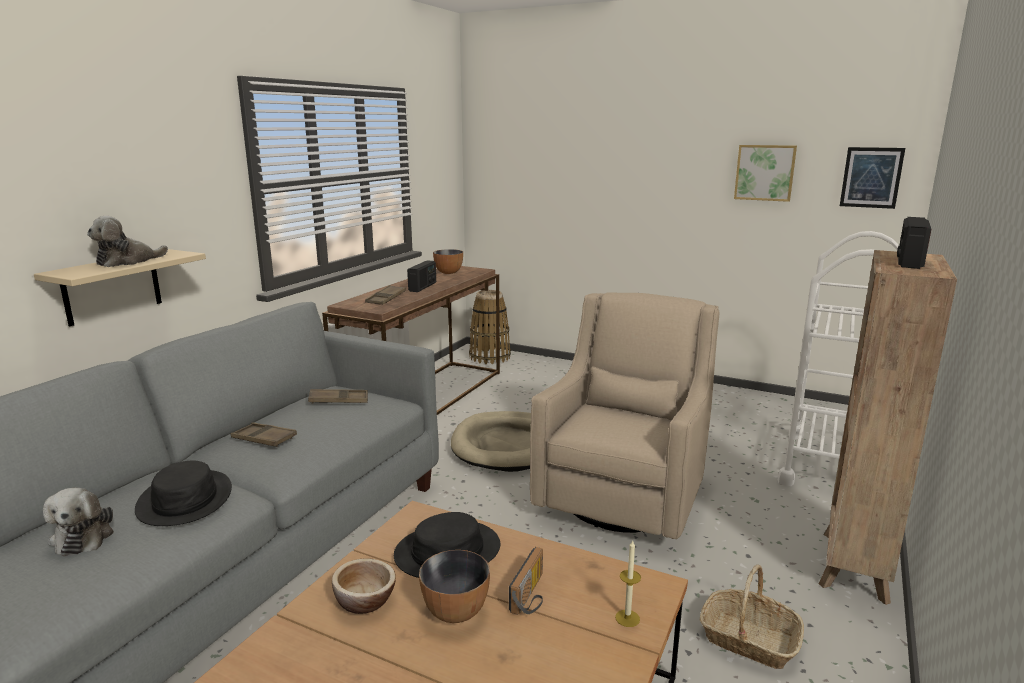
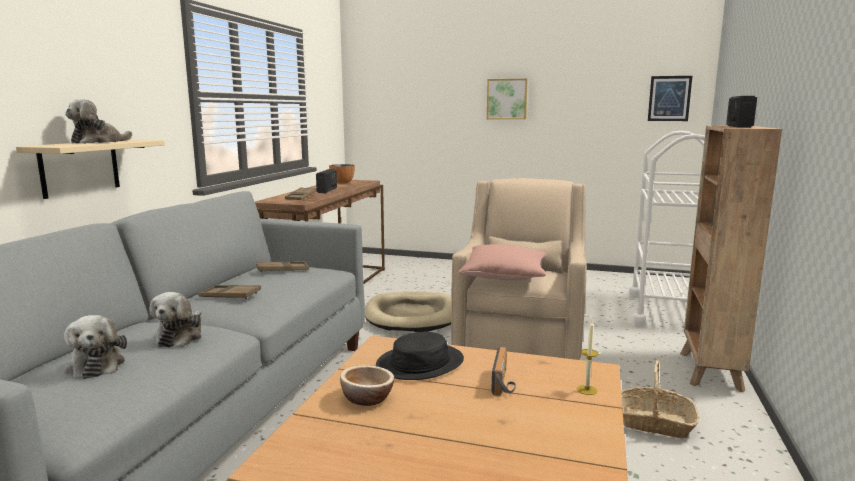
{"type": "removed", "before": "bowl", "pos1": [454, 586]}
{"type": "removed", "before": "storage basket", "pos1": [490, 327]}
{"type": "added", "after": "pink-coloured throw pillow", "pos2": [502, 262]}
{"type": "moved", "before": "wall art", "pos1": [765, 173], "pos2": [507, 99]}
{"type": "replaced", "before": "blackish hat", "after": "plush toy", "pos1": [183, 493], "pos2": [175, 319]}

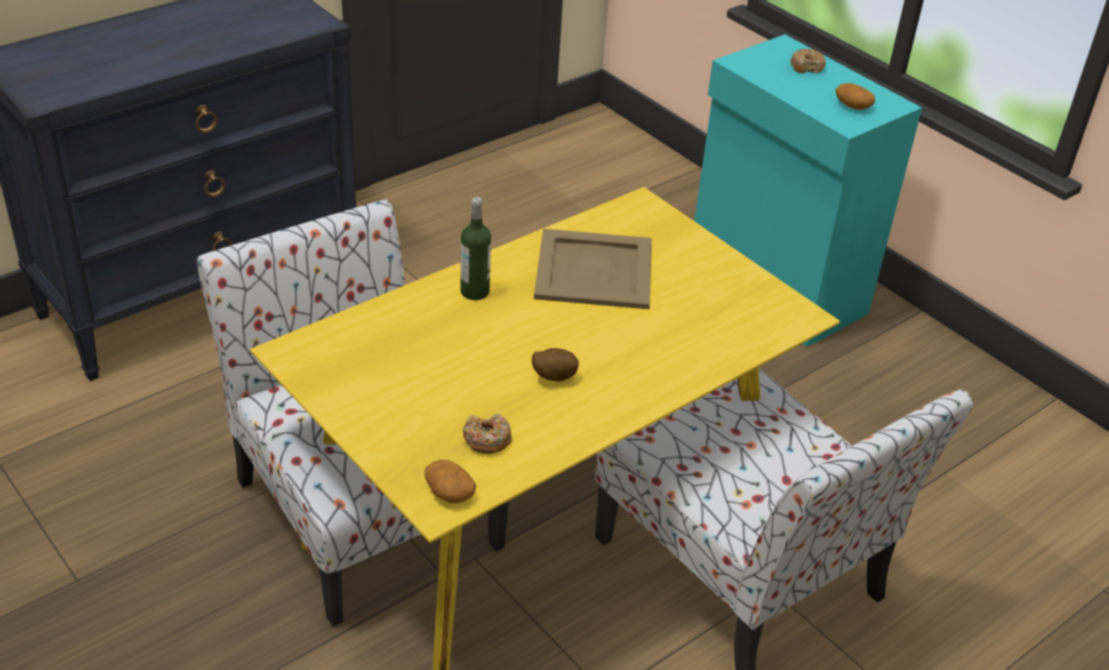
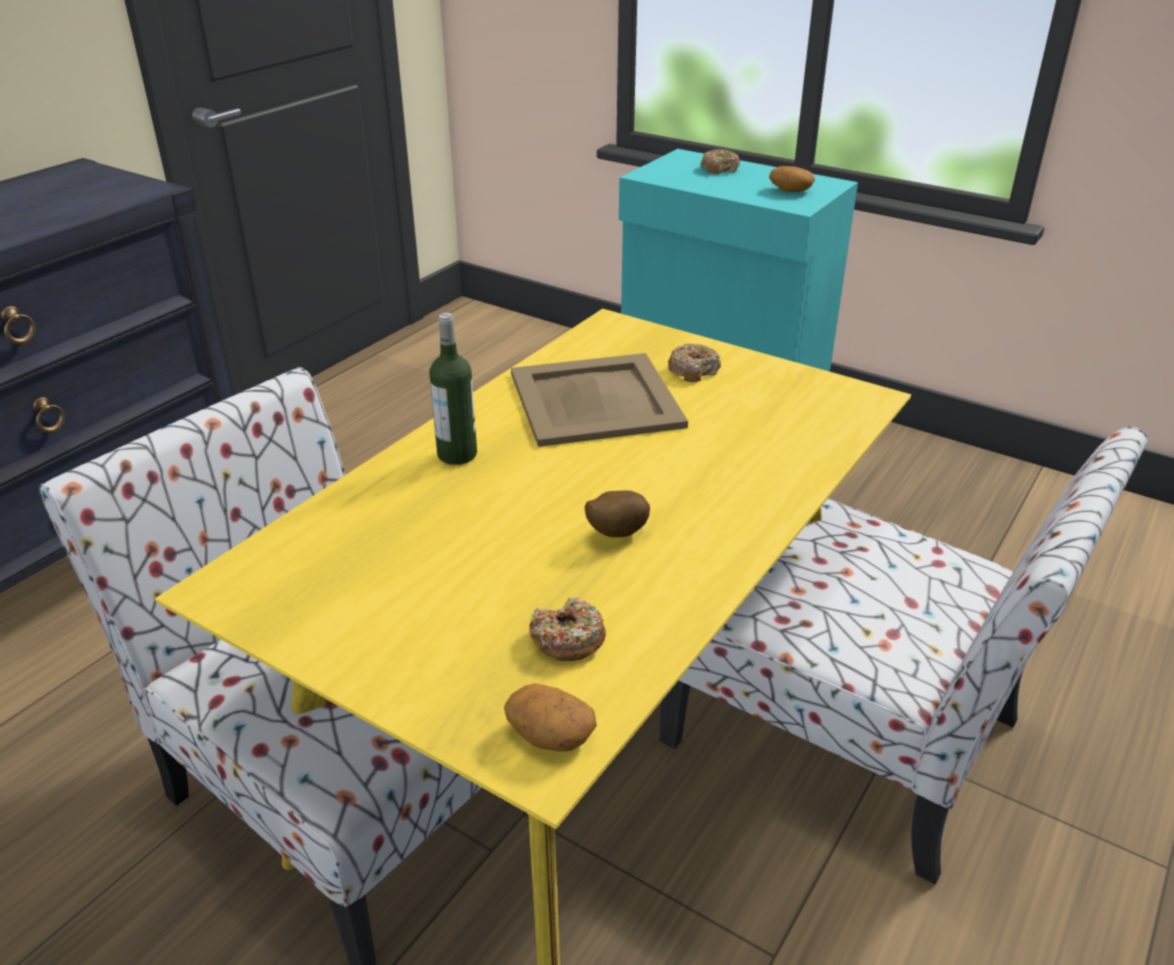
{"type": "added", "after": "doughnut", "pos2": [694, 362]}

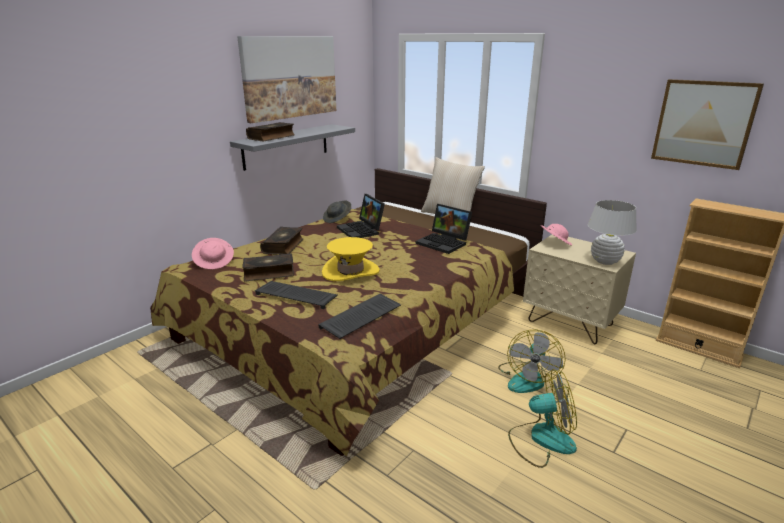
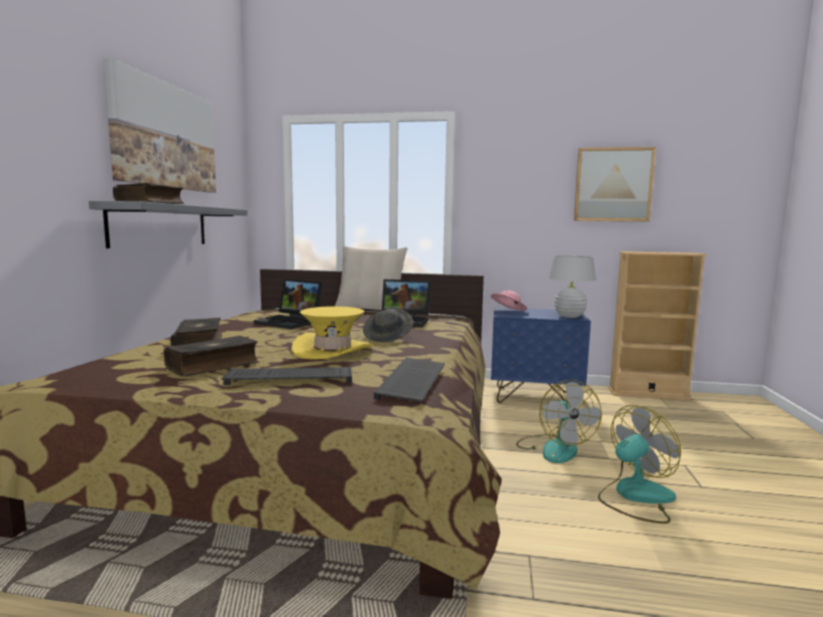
{"type": "removed", "before": "pink-coloured hat", "pos1": [213, 253]}
{"type": "moved", "before": "greyish hat", "pos1": [337, 211], "pos2": [388, 325]}
{"type": "recoloured", "before": "beige-coloured night table", "after": "bluish night table", "pos1": [579, 289], "pos2": [541, 355]}

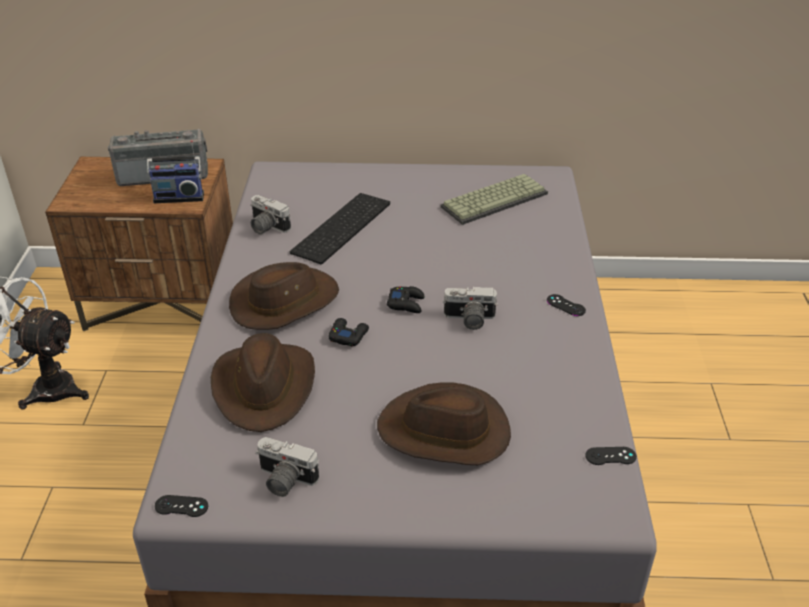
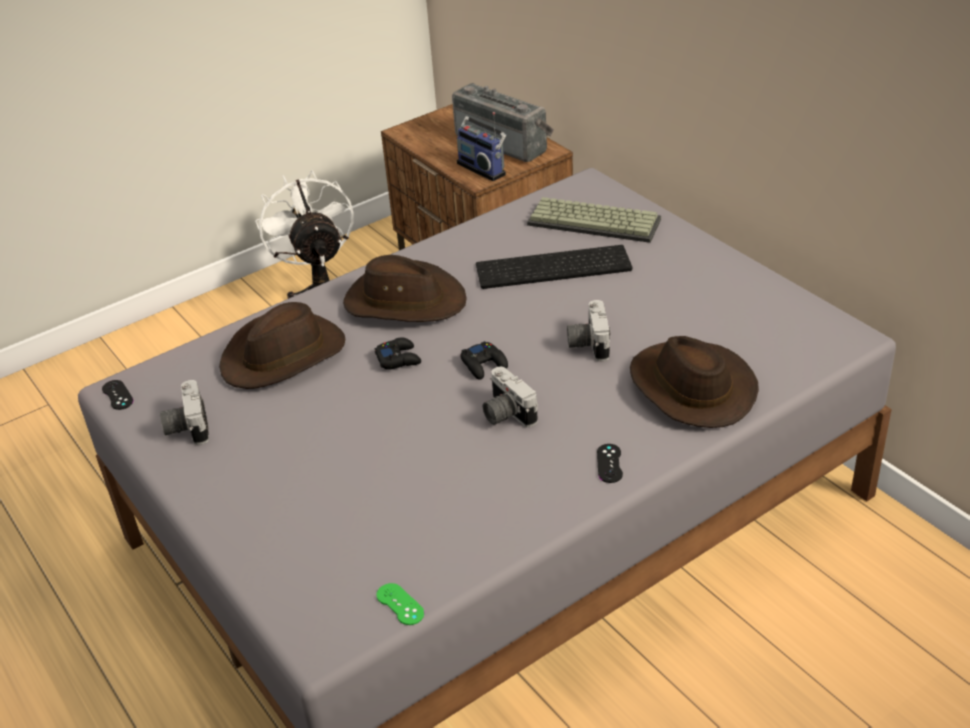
{"type": "moved", "before": "photo camera", "pos1": [270, 214], "pos2": [588, 330]}
{"type": "moved", "before": "brownish hat", "pos1": [444, 423], "pos2": [694, 382]}
{"type": "moved", "before": "PC keyboard", "pos1": [494, 199], "pos2": [594, 220]}
{"type": "recoloured", "before": "blackish game controller", "after": "green game controller", "pos1": [611, 456], "pos2": [400, 604]}

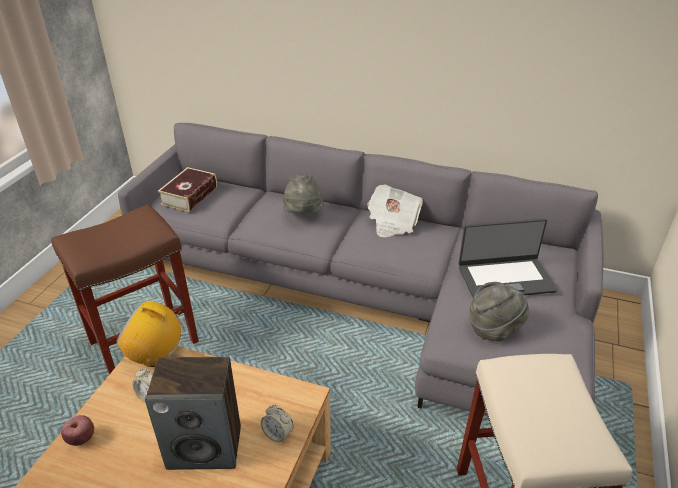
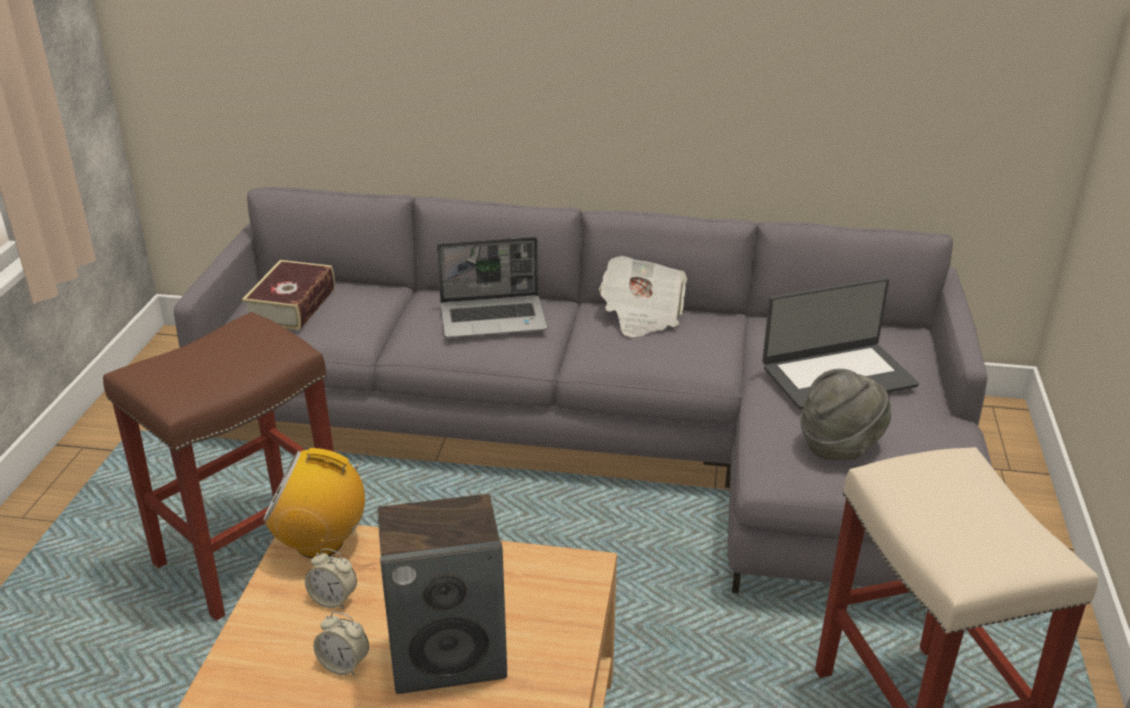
{"type": "removed", "before": "whole apple", "pos1": [77, 430]}
{"type": "moved", "before": "table clock", "pos1": [277, 424], "pos2": [341, 644]}
{"type": "replaced", "before": "greyish hat", "after": "laptop", "pos1": [303, 194], "pos2": [492, 287]}

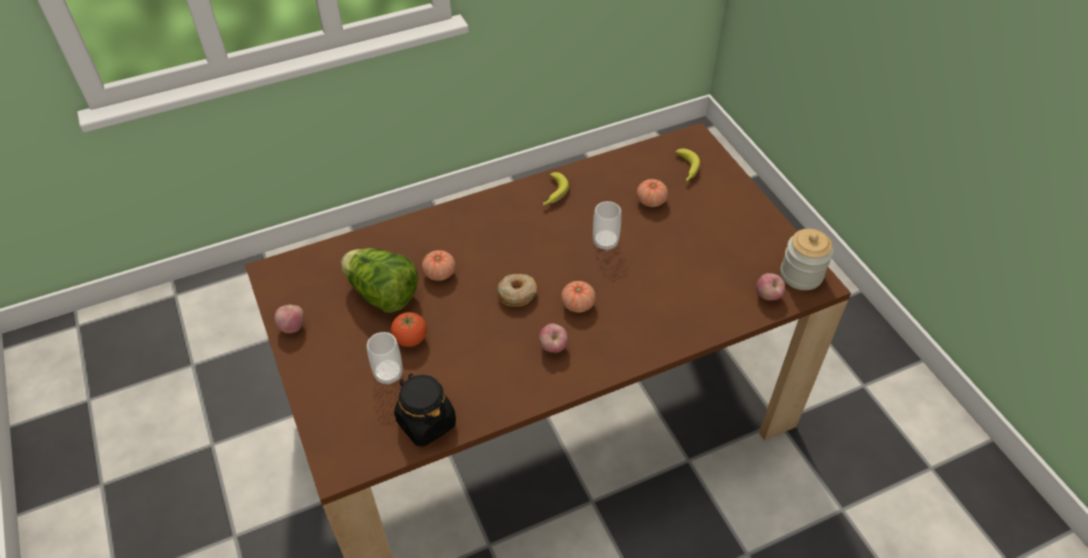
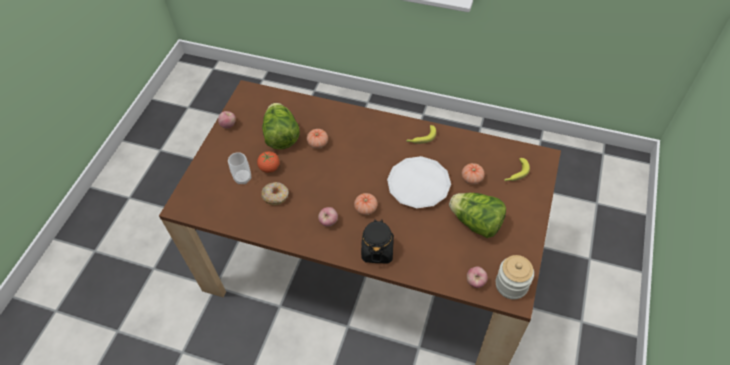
{"type": "added", "after": "lettuce head", "pos2": [477, 215]}
{"type": "moved", "before": "blackish storage jar", "pos1": [425, 410], "pos2": [377, 241]}
{"type": "moved", "before": "doughnut", "pos1": [517, 290], "pos2": [275, 193]}
{"type": "replaced", "before": "drinking cup", "after": "white-coloured flat dish", "pos1": [607, 226], "pos2": [419, 182]}

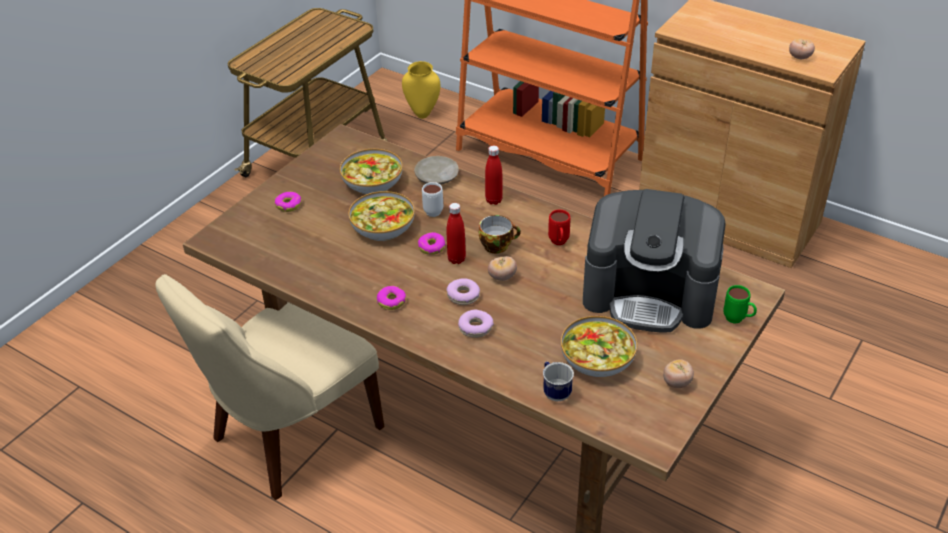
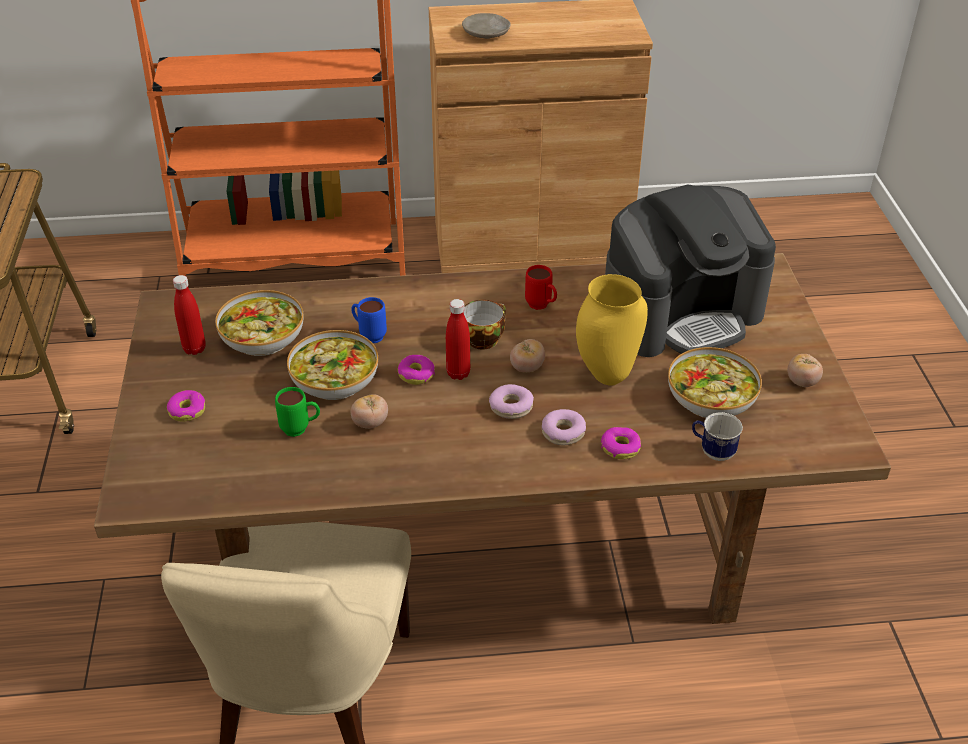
{"type": "moved", "before": "doughnut", "pos1": [391, 298], "pos2": [621, 443]}
{"type": "moved", "before": "yellow flower vase", "pos1": [421, 90], "pos2": [612, 330]}
{"type": "moved", "before": "beige-coloured flat dish", "pos1": [436, 170], "pos2": [486, 26]}
{"type": "moved", "before": "red-coloured bottle", "pos1": [494, 175], "pos2": [189, 315]}
{"type": "moved", "before": "green coffee mug", "pos1": [740, 304], "pos2": [297, 412]}
{"type": "moved", "before": "whole tomato", "pos1": [802, 49], "pos2": [369, 411]}
{"type": "recoloured", "before": "white-coloured coffee mug", "after": "bluish coffee mug", "pos1": [432, 199], "pos2": [369, 320]}

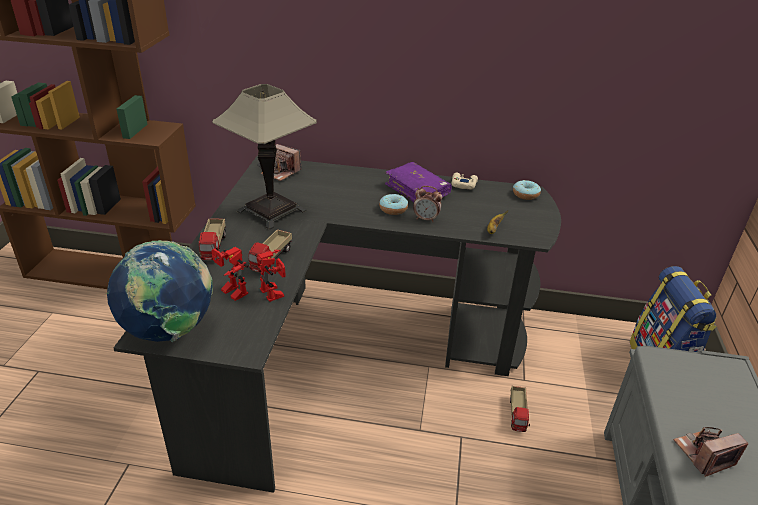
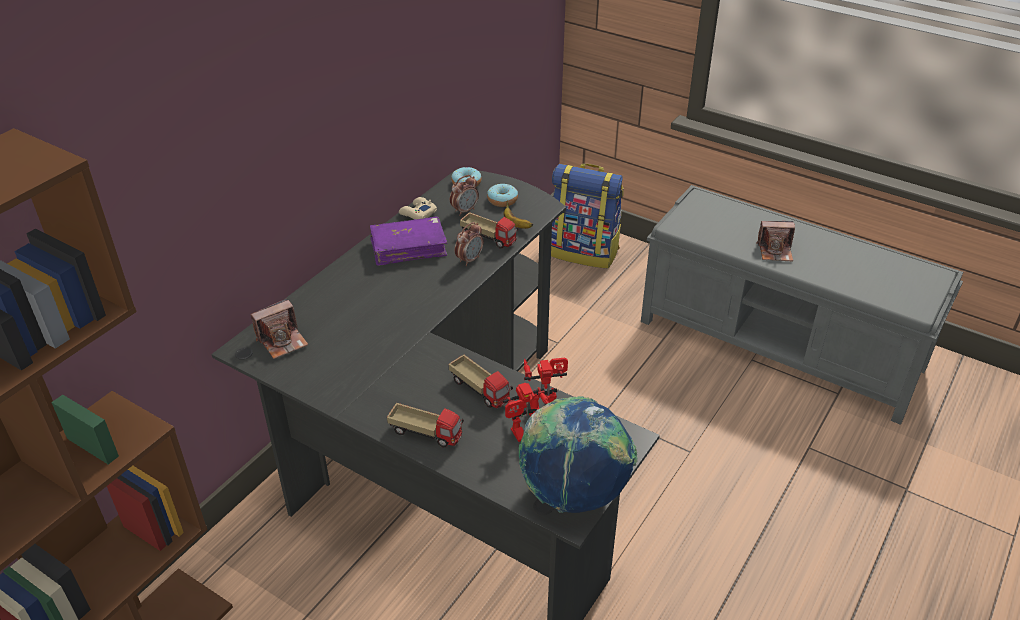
{"type": "removed", "before": "table lamp", "pos1": [264, 157]}
{"type": "added", "after": "table clock", "pos2": [464, 195]}
{"type": "moved", "before": "doughnut", "pos1": [393, 204], "pos2": [502, 195]}
{"type": "moved", "before": "toy truck", "pos1": [520, 409], "pos2": [489, 230]}
{"type": "turned", "before": "photo camera", "pos1": [711, 452], "pos2": [775, 241], "turn": -90}

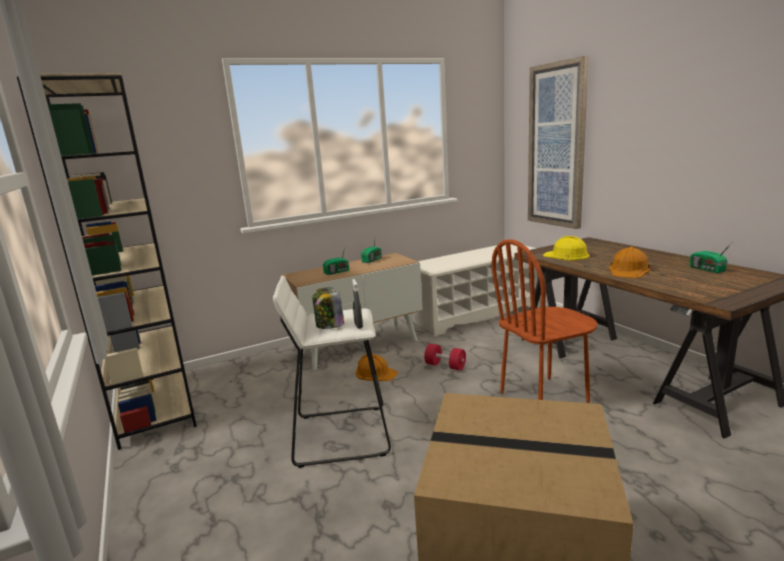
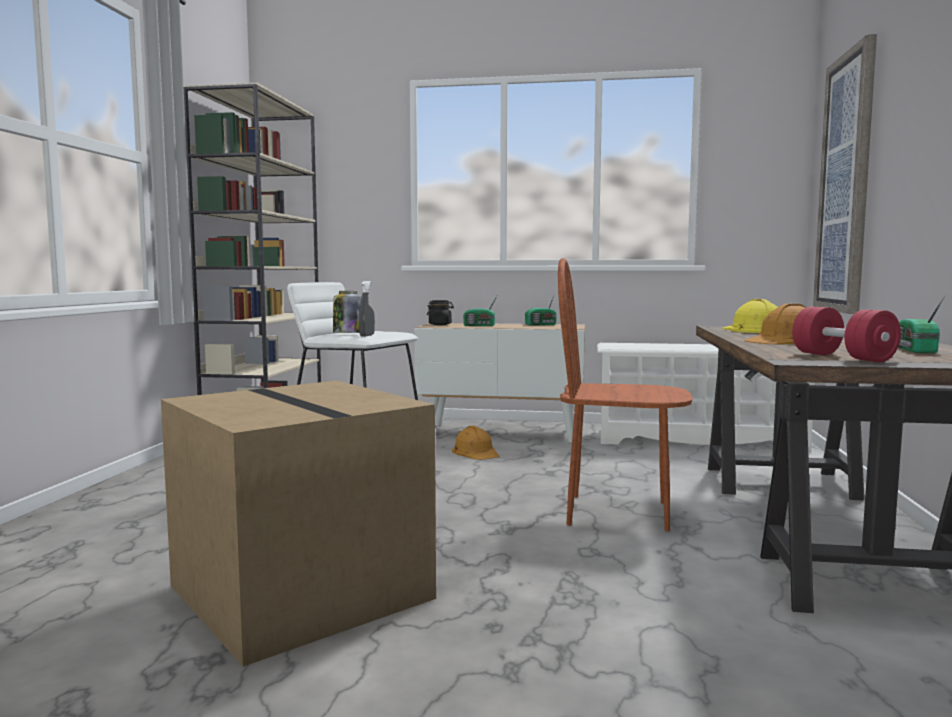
{"type": "added", "after": "blackish storage jar", "pos2": [440, 312]}
{"type": "moved", "before": "red-coloured free weight", "pos1": [445, 357], "pos2": [846, 334]}

